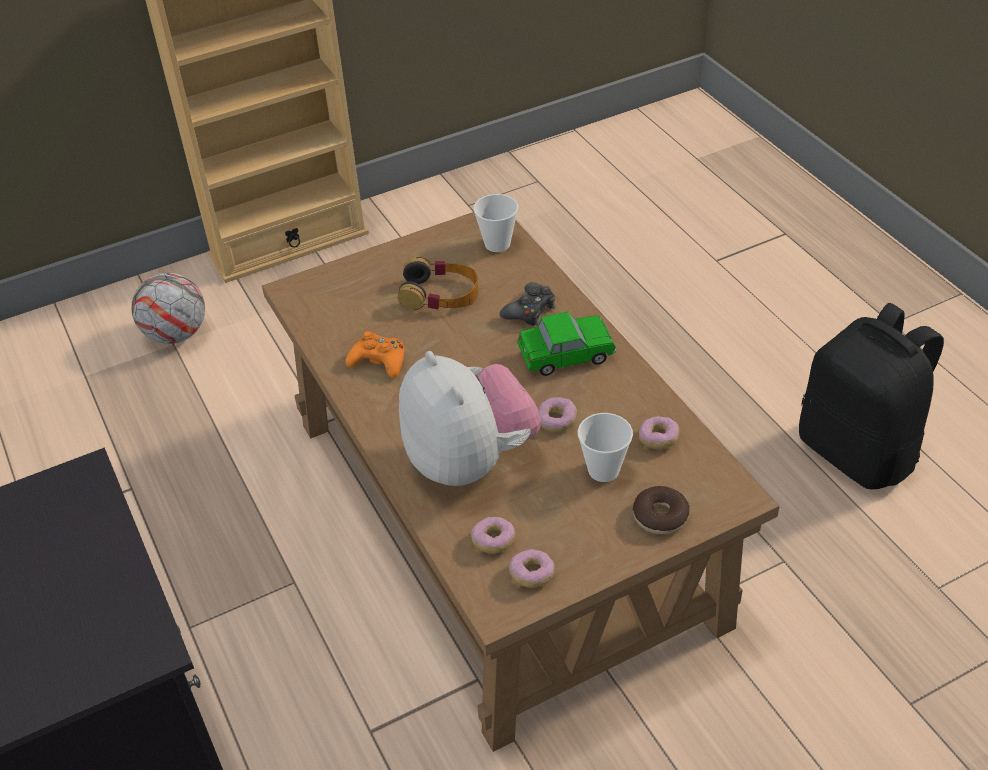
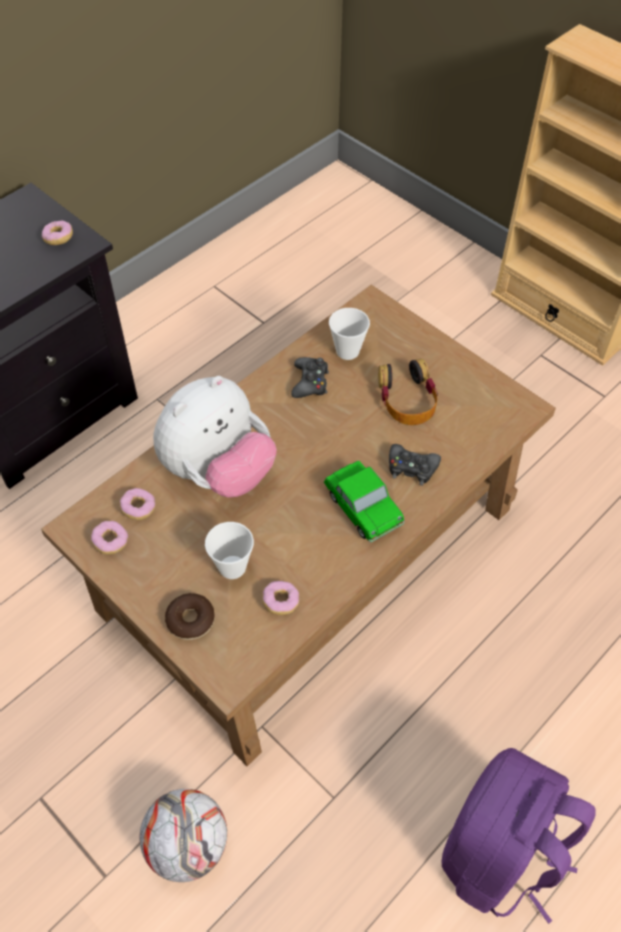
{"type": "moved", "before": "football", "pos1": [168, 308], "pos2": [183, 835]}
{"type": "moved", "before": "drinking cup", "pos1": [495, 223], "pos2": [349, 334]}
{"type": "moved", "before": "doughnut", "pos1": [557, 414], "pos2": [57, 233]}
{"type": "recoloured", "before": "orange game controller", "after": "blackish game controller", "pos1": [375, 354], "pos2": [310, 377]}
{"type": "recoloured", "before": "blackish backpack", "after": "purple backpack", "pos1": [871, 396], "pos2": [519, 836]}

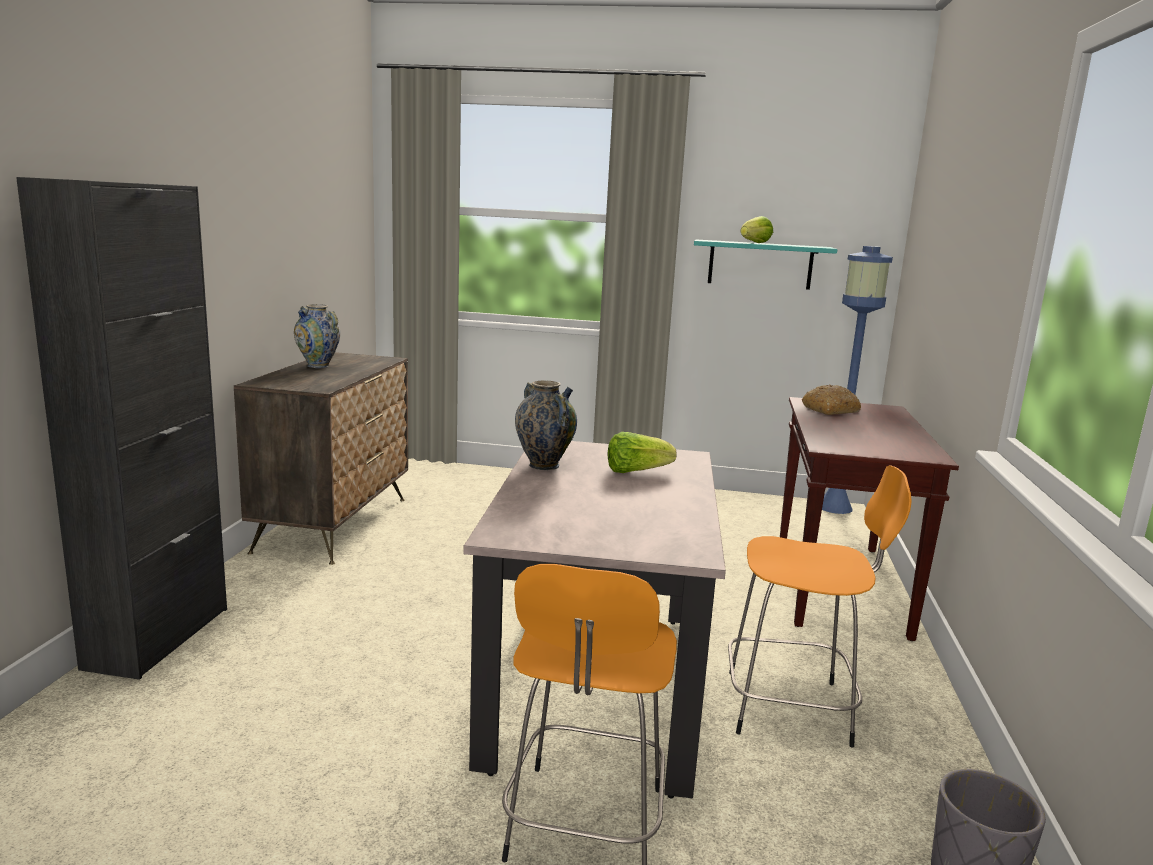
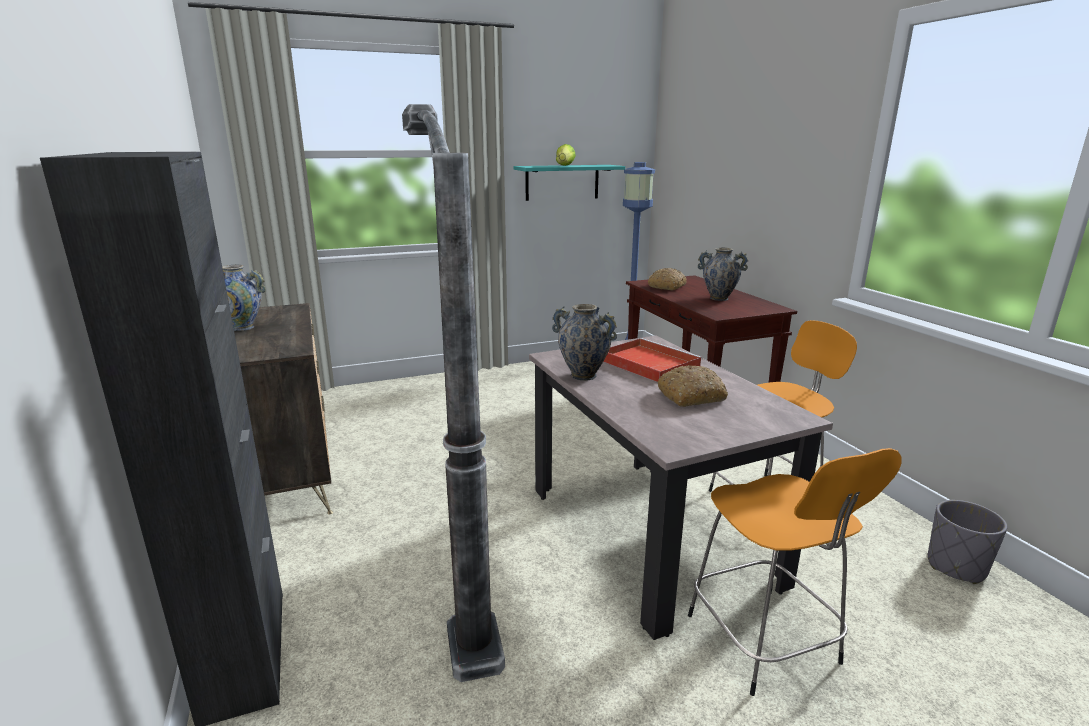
{"type": "added", "after": "standing lamp", "pos2": [453, 393]}
{"type": "added", "after": "bread", "pos2": [693, 386]}
{"type": "added", "after": "flower vase", "pos2": [723, 274]}
{"type": "replaced", "before": "lettuce head", "after": "red-coloured carrying tray", "pos1": [642, 452], "pos2": [653, 360]}

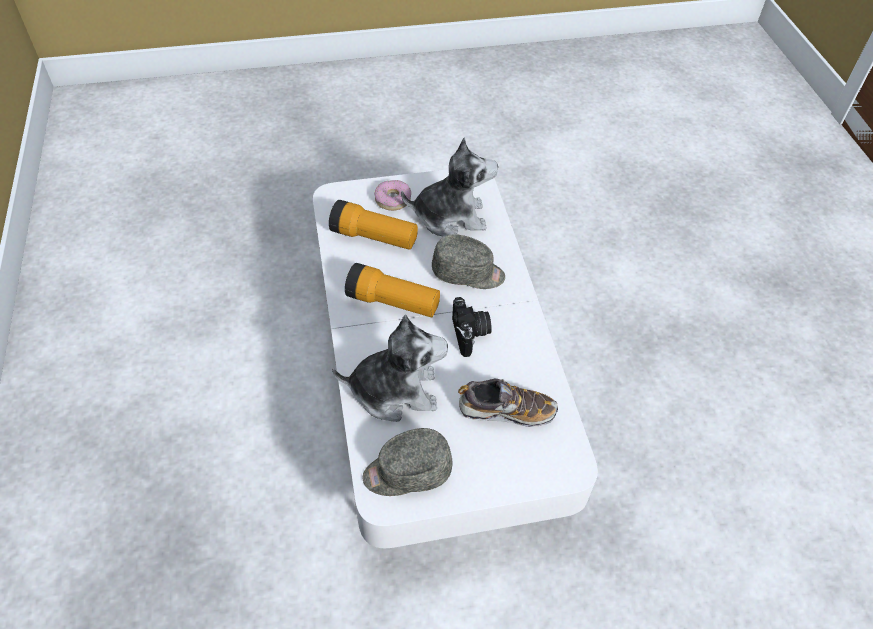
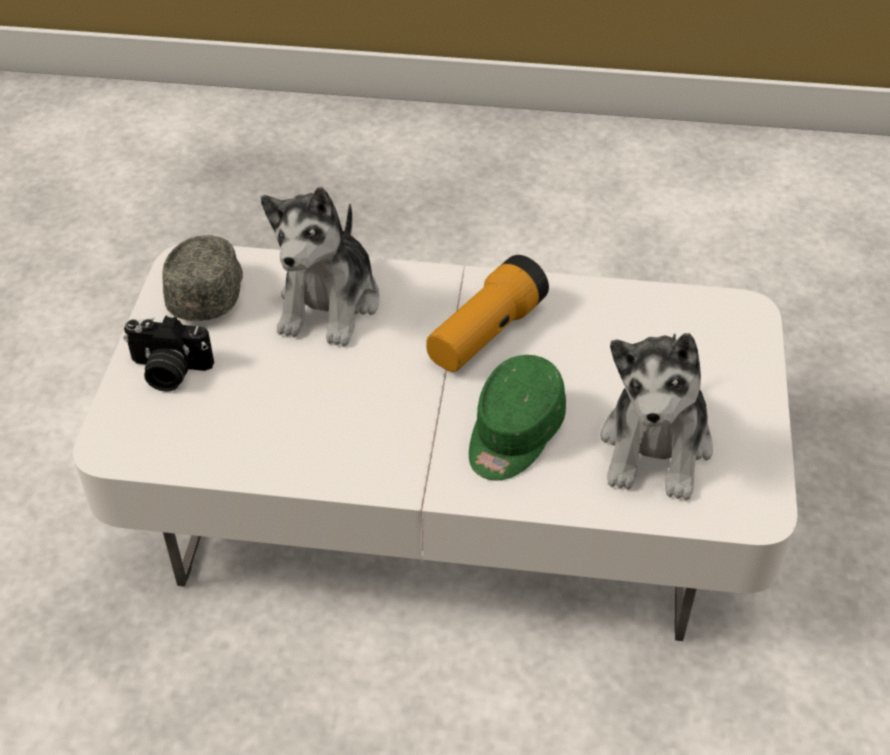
{"type": "removed", "before": "flashlight", "pos1": [373, 225]}
{"type": "removed", "before": "doughnut", "pos1": [392, 195]}
{"type": "removed", "before": "low shoe", "pos1": [508, 402]}
{"type": "moved", "before": "photo camera", "pos1": [472, 327], "pos2": [168, 354]}
{"type": "recoloured", "before": "greyish baseball cap", "after": "green baseball cap", "pos1": [468, 261], "pos2": [517, 417]}

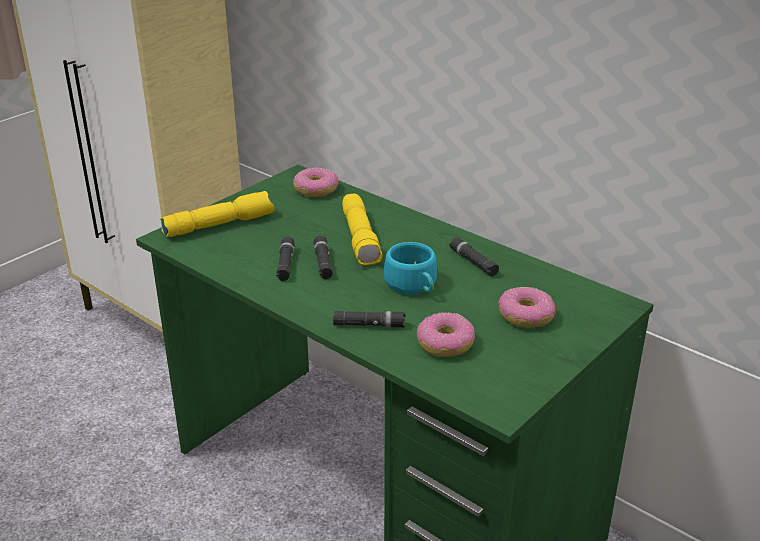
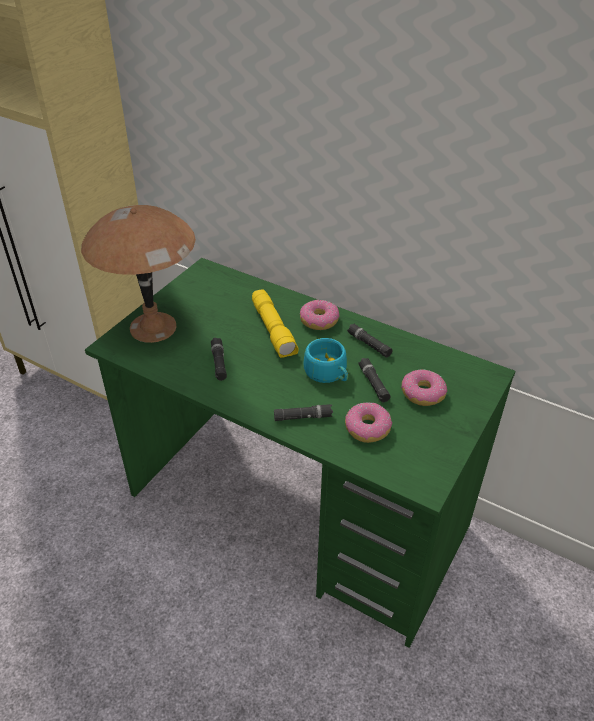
{"type": "moved", "before": "doughnut", "pos1": [315, 182], "pos2": [320, 315]}
{"type": "moved", "before": "blackish flashlight", "pos1": [323, 257], "pos2": [375, 380]}
{"type": "replaced", "before": "yellow flashlight", "after": "brownish table lamp", "pos1": [217, 214], "pos2": [138, 274]}

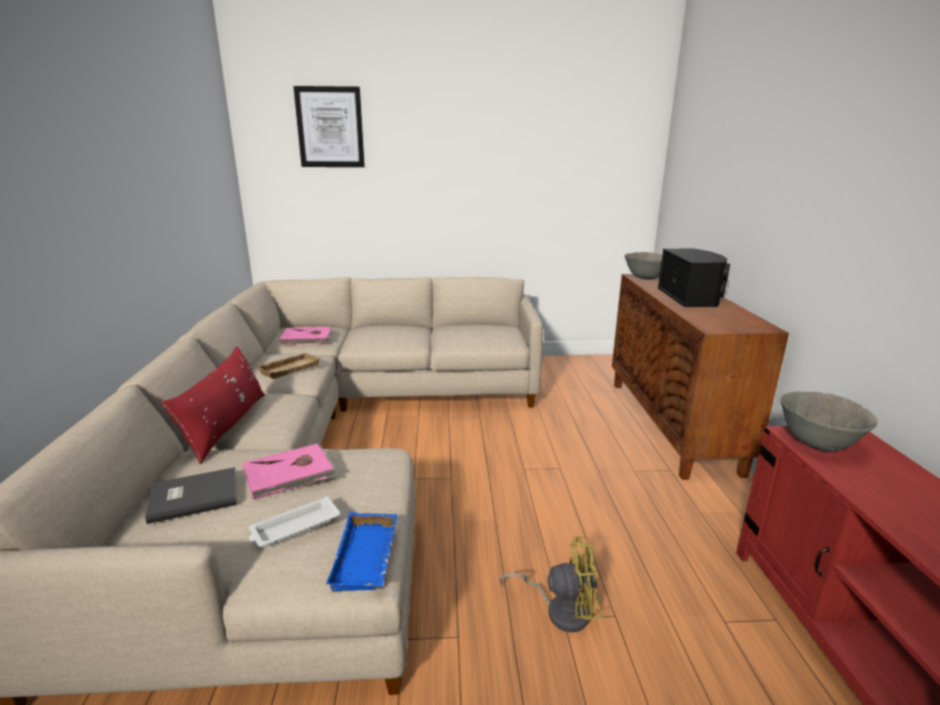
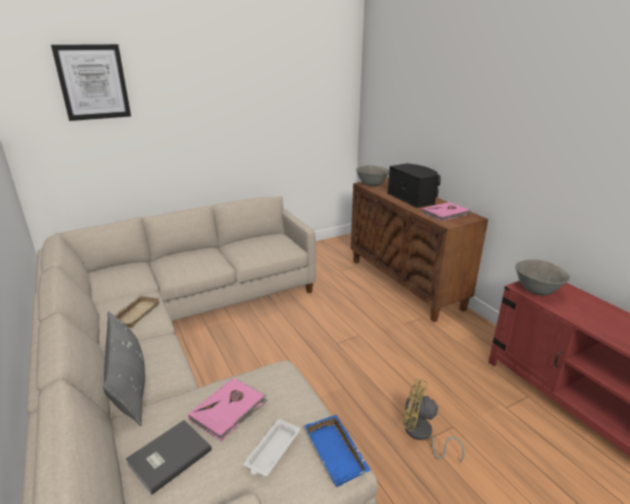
{"type": "moved", "before": "pink-coloured book", "pos1": [306, 336], "pos2": [446, 212]}
{"type": "recoloured", "before": "red-coloured throw pillow", "after": "greyish throw pillow", "pos1": [213, 405], "pos2": [124, 368]}
{"type": "turned", "before": "yellow cooling fan", "pos1": [550, 584], "pos2": [434, 420], "turn": -135}

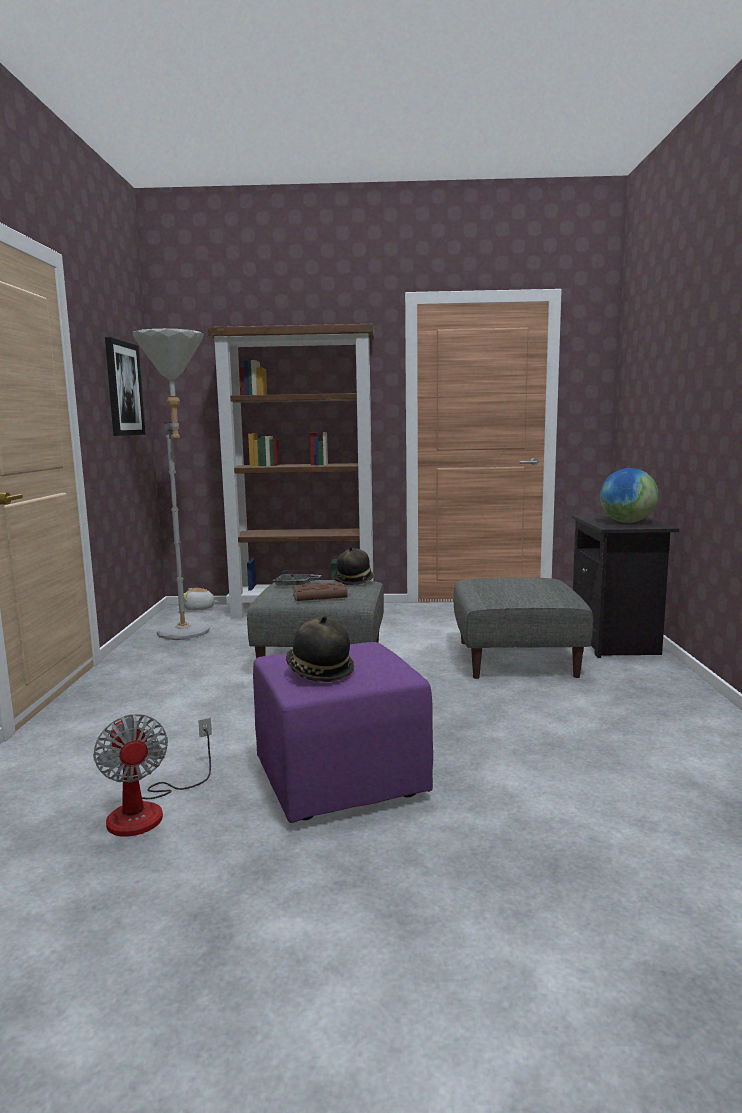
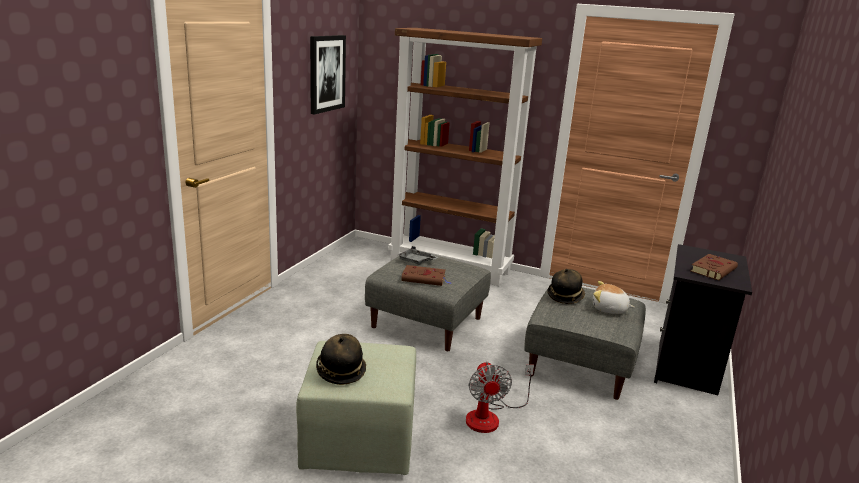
{"type": "removed", "before": "greyish standing lamp", "pos1": [171, 484]}
{"type": "moved", "before": "cooling fan", "pos1": [152, 775], "pos2": [500, 397]}
{"type": "moved", "before": "plush toy", "pos1": [201, 599], "pos2": [613, 297]}
{"type": "moved", "before": "hat", "pos1": [354, 565], "pos2": [566, 286]}
{"type": "replaced", "before": "world globe", "after": "brownish book", "pos1": [629, 495], "pos2": [714, 267]}
{"type": "recoloured", "before": "purple ottoman", "after": "green ottoman", "pos1": [343, 732], "pos2": [356, 408]}

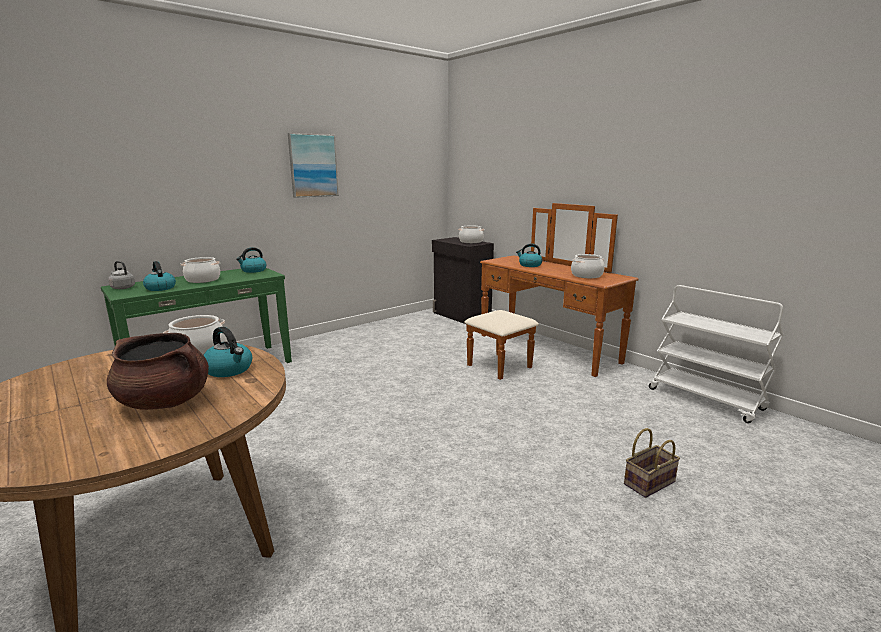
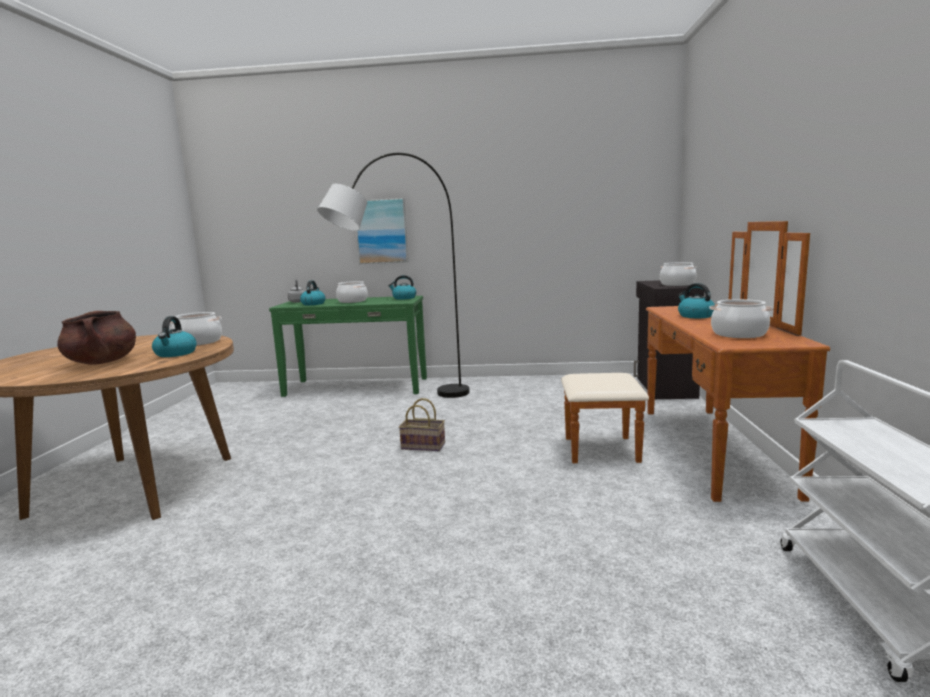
{"type": "added", "after": "greyish standing lamp", "pos2": [393, 275]}
{"type": "moved", "before": "wall art", "pos1": [313, 165], "pos2": [382, 231]}
{"type": "moved", "before": "storage basket", "pos1": [652, 463], "pos2": [422, 424]}

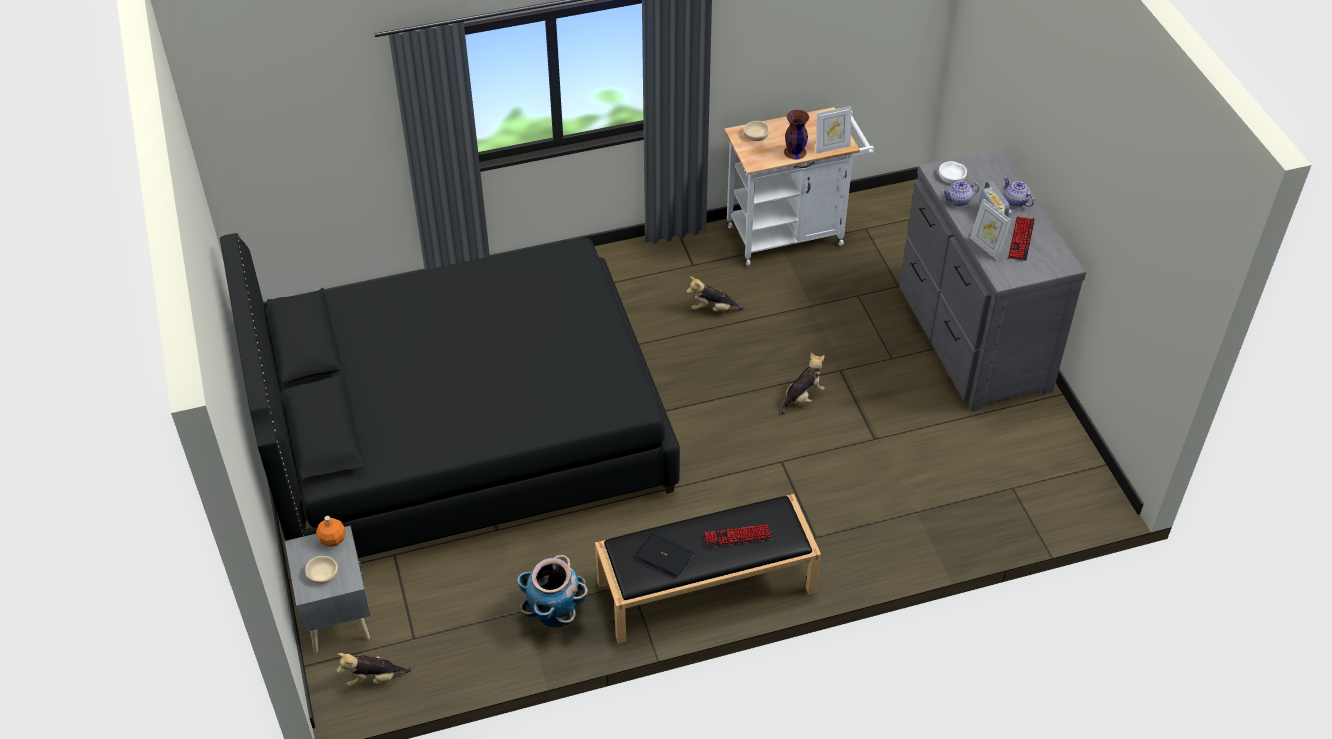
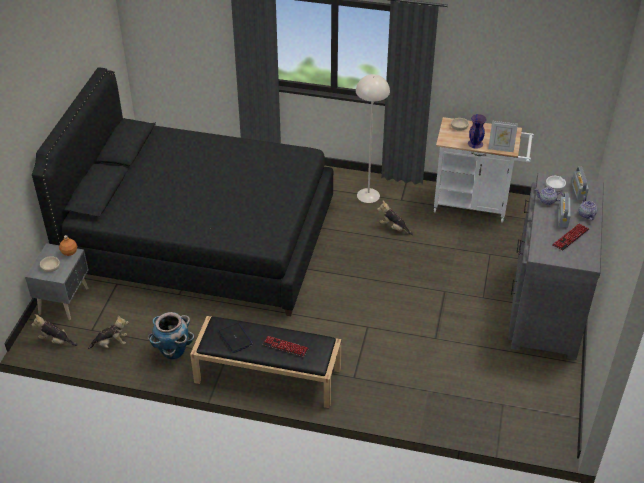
{"type": "removed", "before": "standing frame", "pos1": [990, 229]}
{"type": "added", "after": "beige-coloured standing lamp", "pos2": [373, 138]}
{"type": "added", "after": "radio set", "pos2": [580, 183]}
{"type": "moved", "before": "plush toy", "pos1": [803, 384], "pos2": [108, 332]}
{"type": "recoloured", "before": "brownish flower vase", "after": "purple flower vase", "pos1": [796, 135], "pos2": [477, 131]}

